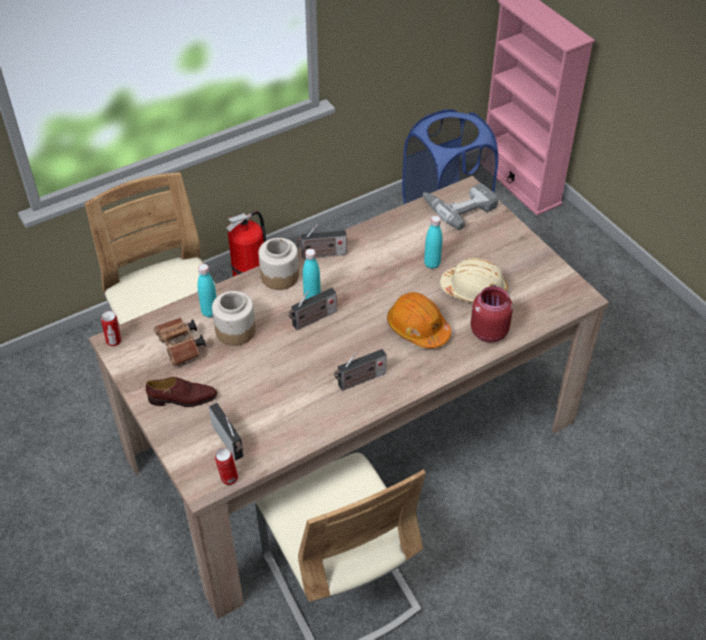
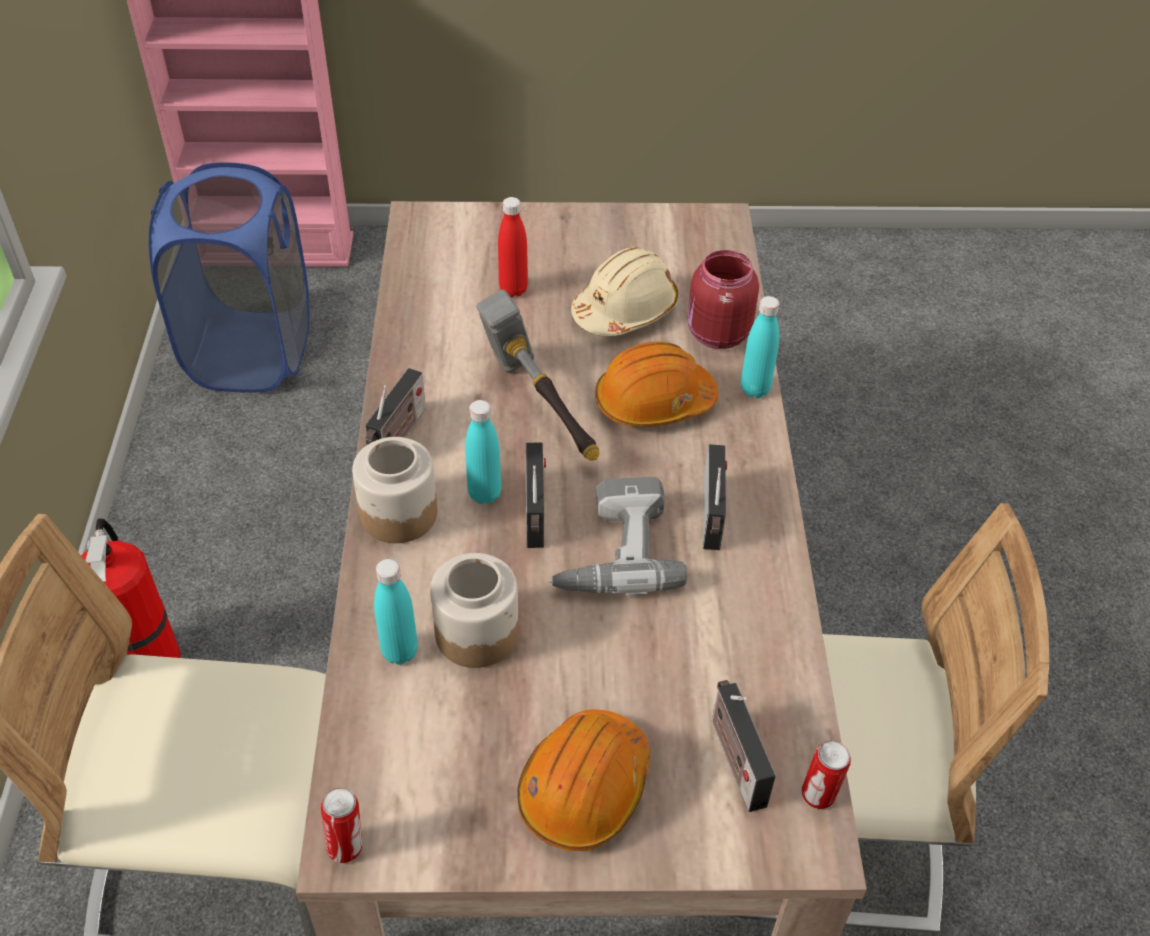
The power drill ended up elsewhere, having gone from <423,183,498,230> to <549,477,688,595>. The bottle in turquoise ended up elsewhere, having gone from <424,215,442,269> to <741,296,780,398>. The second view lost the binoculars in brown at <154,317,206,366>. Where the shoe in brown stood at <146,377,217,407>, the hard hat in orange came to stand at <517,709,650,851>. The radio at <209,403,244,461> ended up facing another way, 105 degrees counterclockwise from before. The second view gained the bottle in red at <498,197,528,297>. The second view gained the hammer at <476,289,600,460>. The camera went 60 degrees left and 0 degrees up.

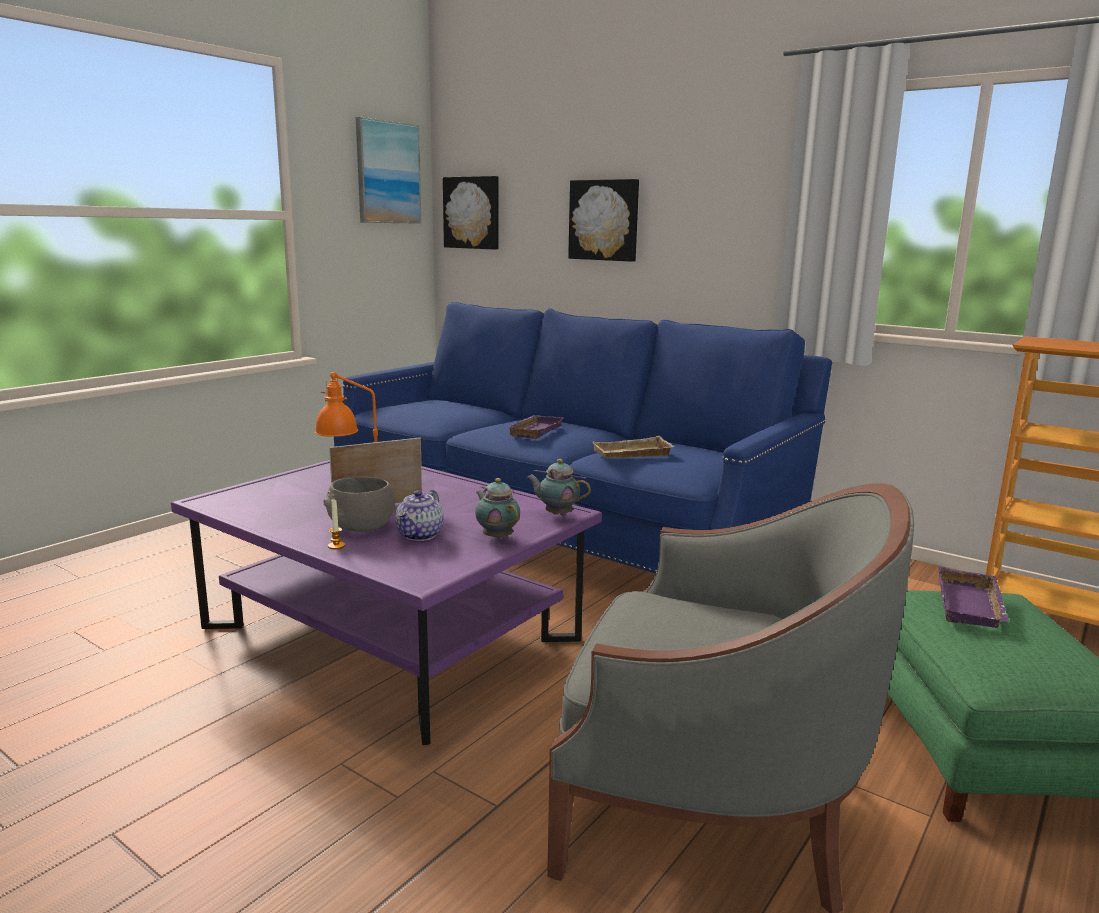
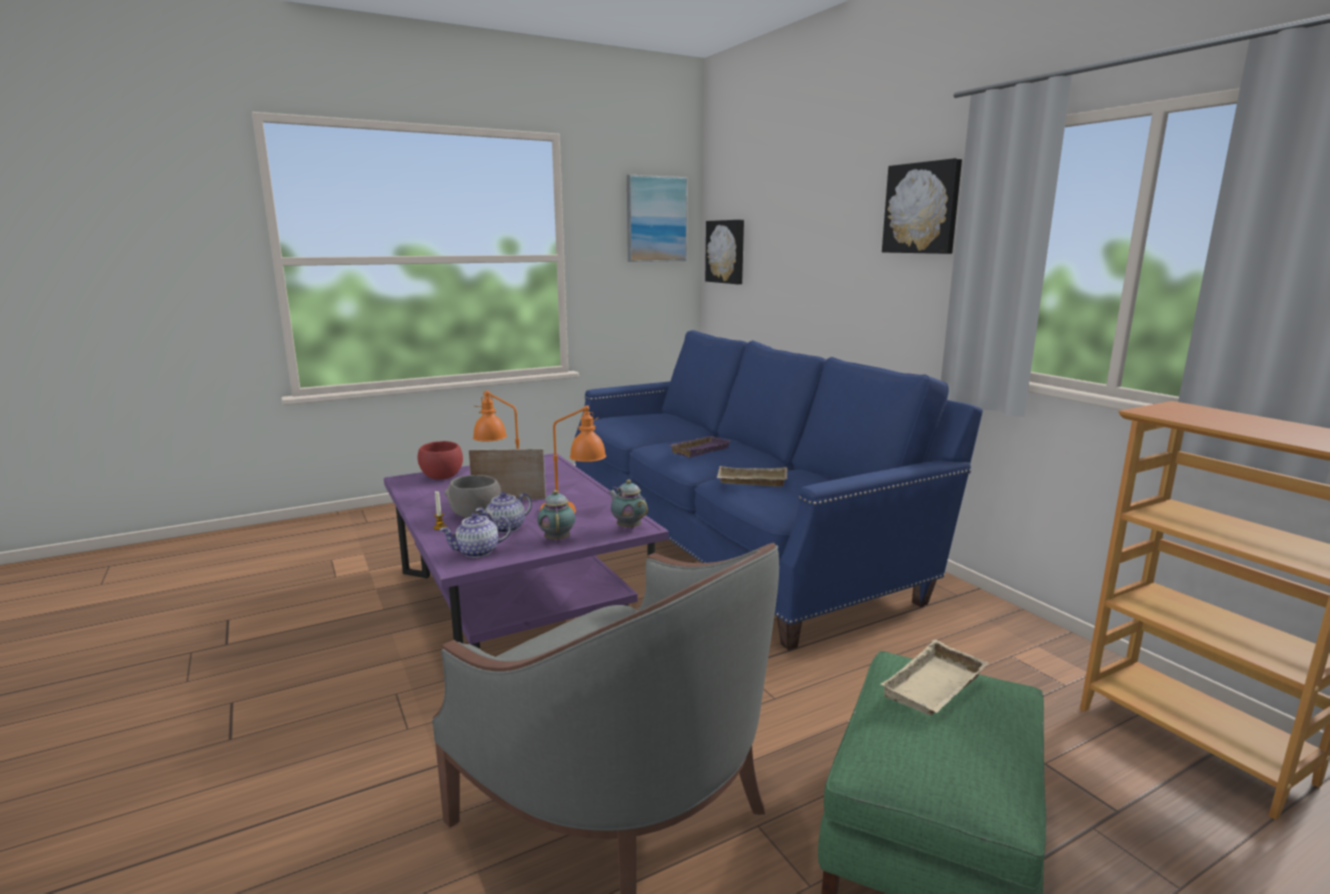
The picture ended up elsewhere, having gone from <568,179,639,262> to <882,158,962,254>. What was the tray in purple at <938,566,1009,628> turned into the tray in beige at <881,640,988,716>. The second view gained the table lamp in orange at <539,405,606,513>. The second view gained the bowl in red at <417,441,463,479>. The second view gained the teapot at <439,513,511,558>. The camera went 25 degrees right and 0 degrees up.

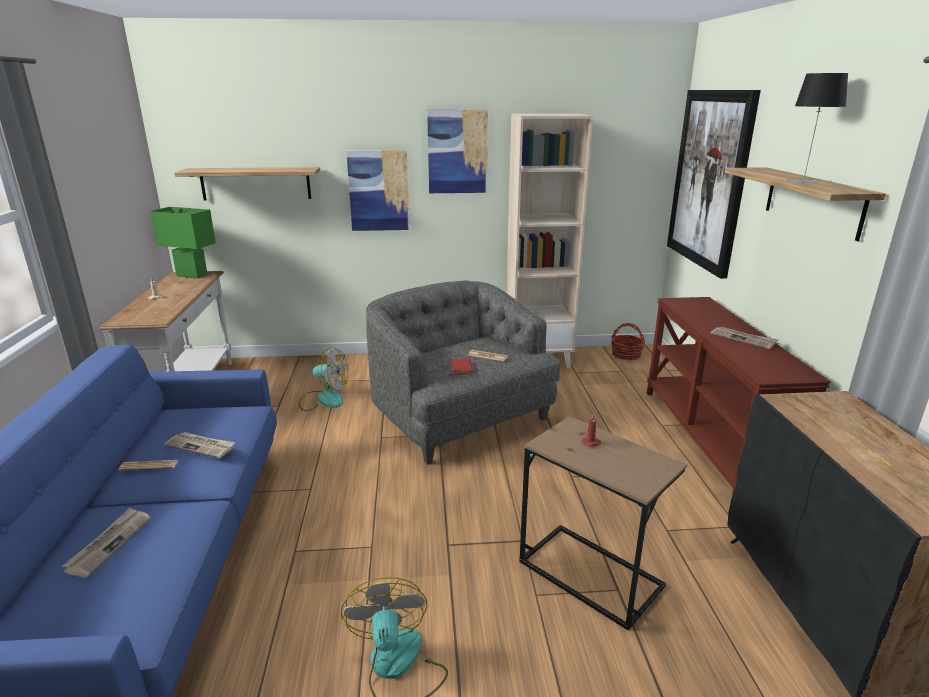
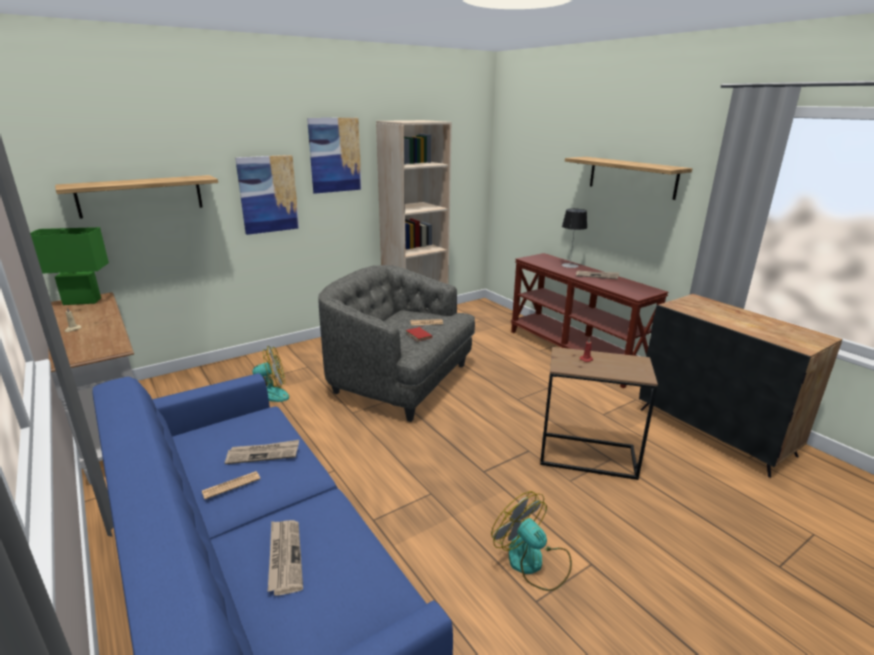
The table lamp ended up elsewhere, having gone from <787,73,848,183> to <562,209,587,268>. The second view lost the picture at <667,90,761,279>. The second view lost the basket at <611,323,645,360>. The camera went 30 degrees left and 0 degrees up.

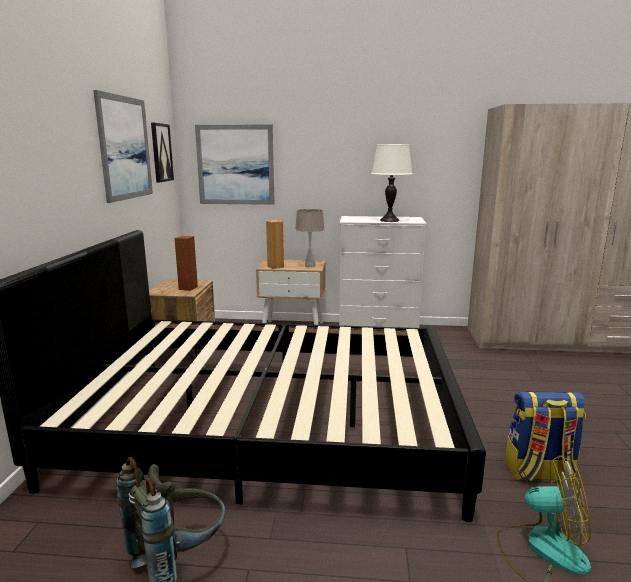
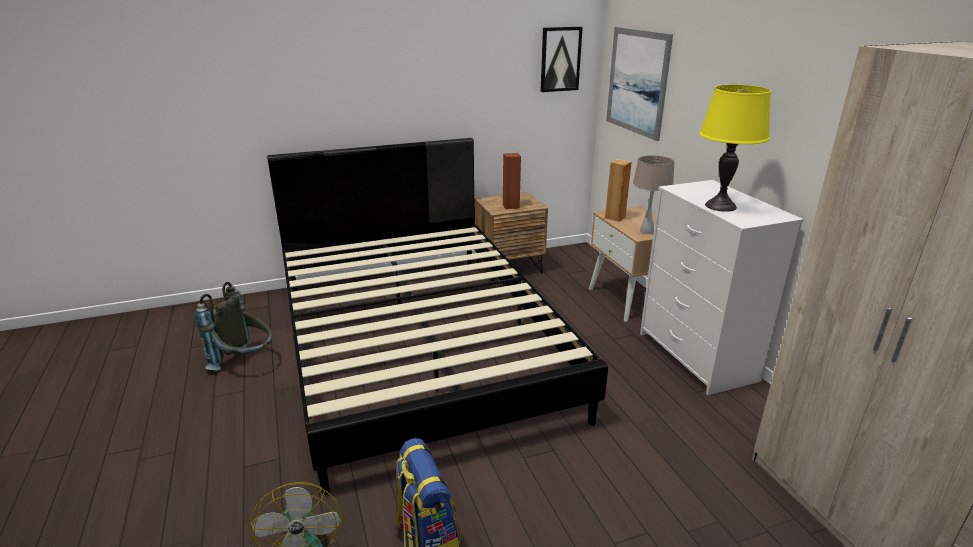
The second view lost the picture at <93,90,153,203>. What was the table lamp in white at <371,144,413,222> turned into the table lamp in yellow at <699,85,771,212>. The camera went 65 degrees right and 10 degrees up.

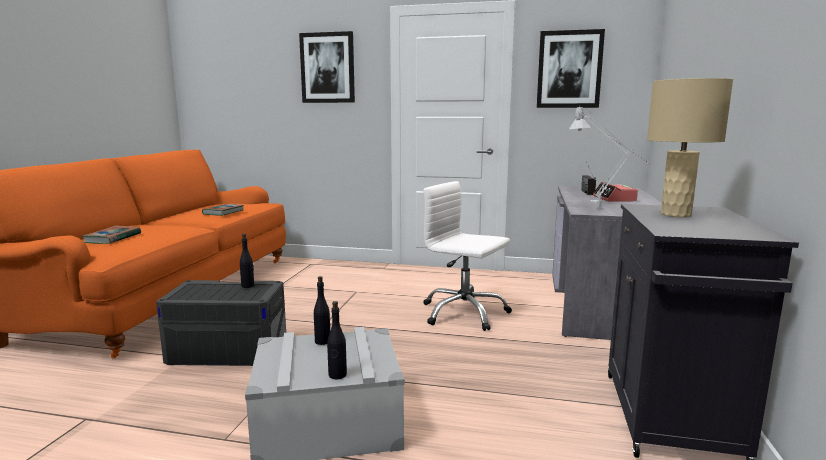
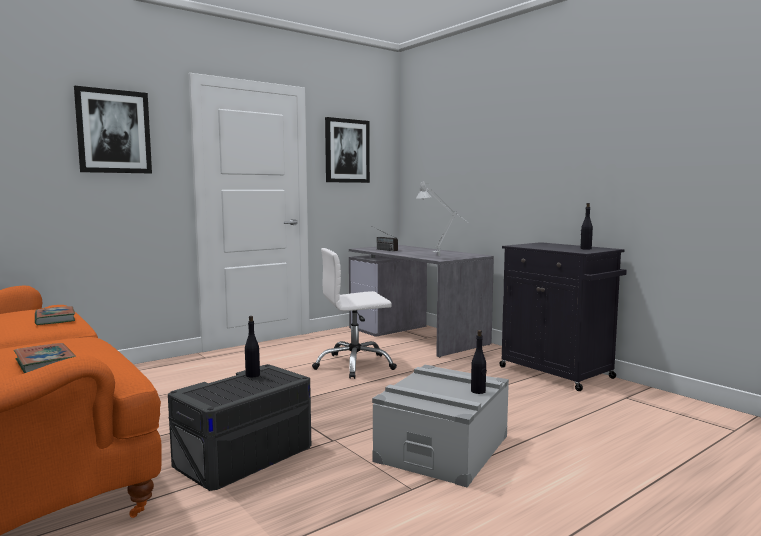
The second view lost the table lamp in beige at <647,78,733,218>. The second view lost the alarm clock at <593,182,638,202>. The bottle in black ended up elsewhere, having gone from <314,276,330,345> to <580,203,593,250>. The camera went 50 degrees left and 5 degrees down.

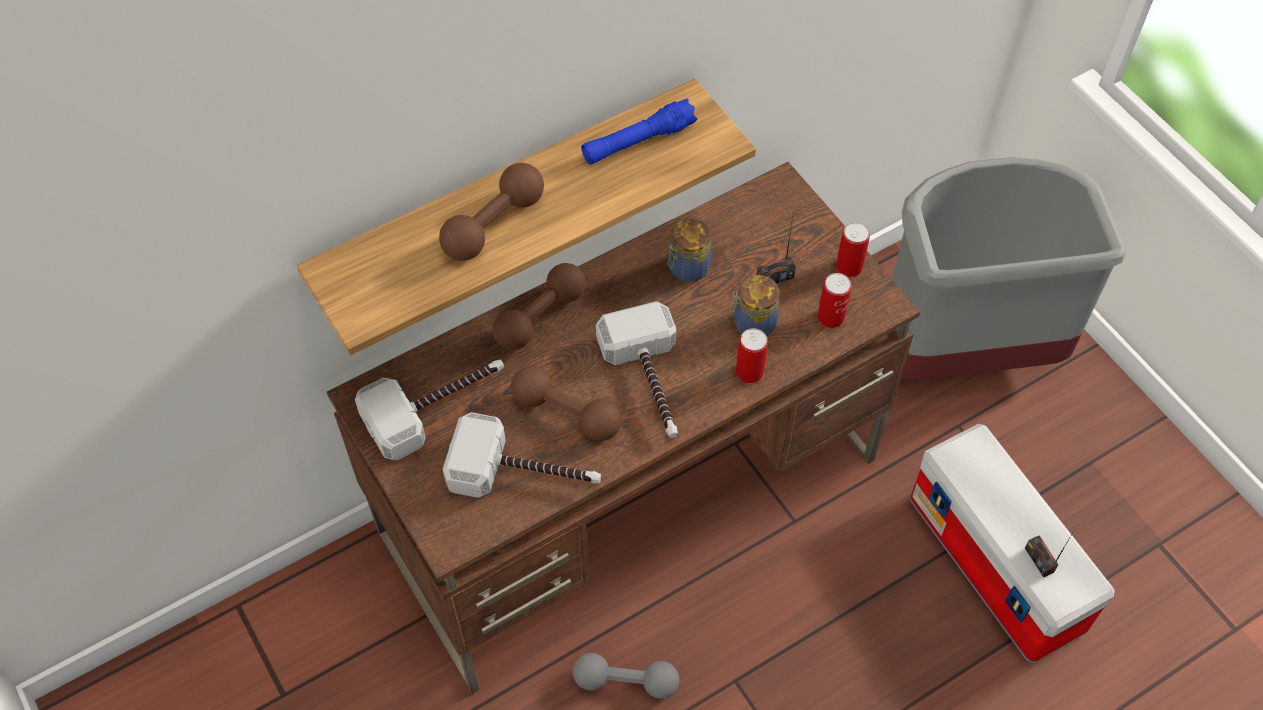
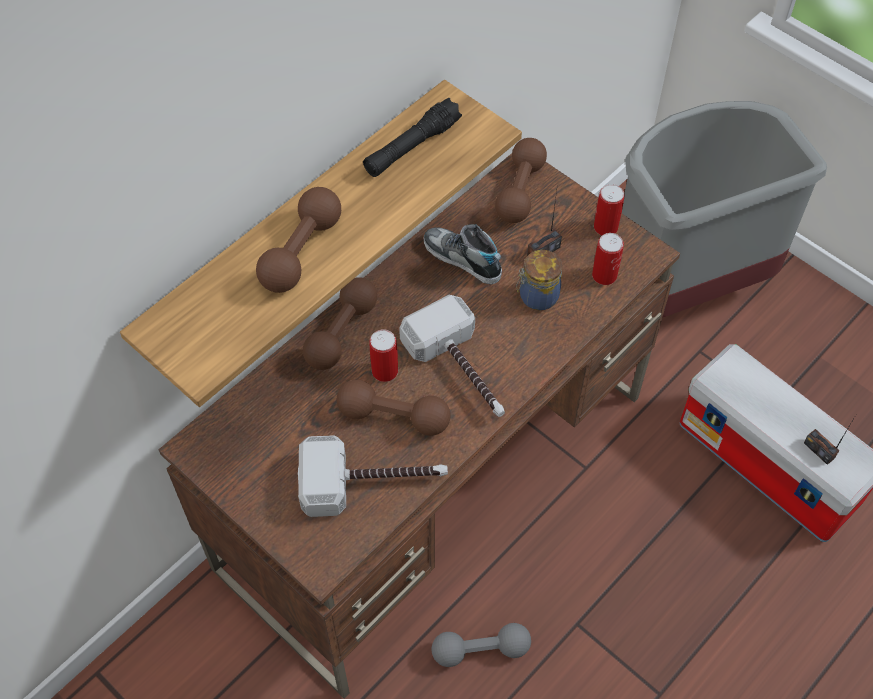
What was the flashlight in blue at <581,99,697,165> turned into the flashlight in black at <363,98,462,177>. Where the jar stood at <667,218,711,282>, the shoe came to stand at <424,224,502,284>. The can ended up elsewhere, having gone from <736,328,768,383> to <369,329,398,382>. The second view lost the hammer at <355,359,504,460>. The second view gained the dumbbell in brown at <495,138,547,223>. The camera went 15 degrees left and 0 degrees up.

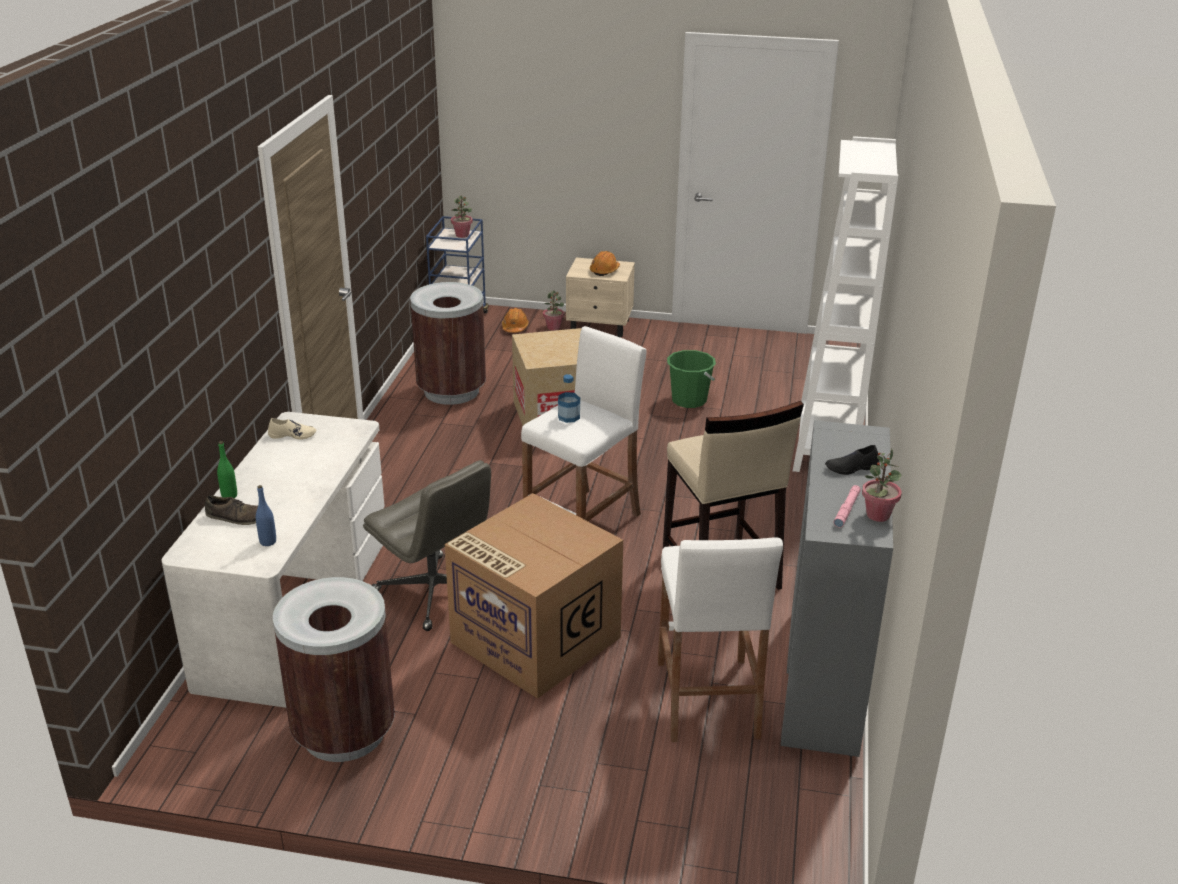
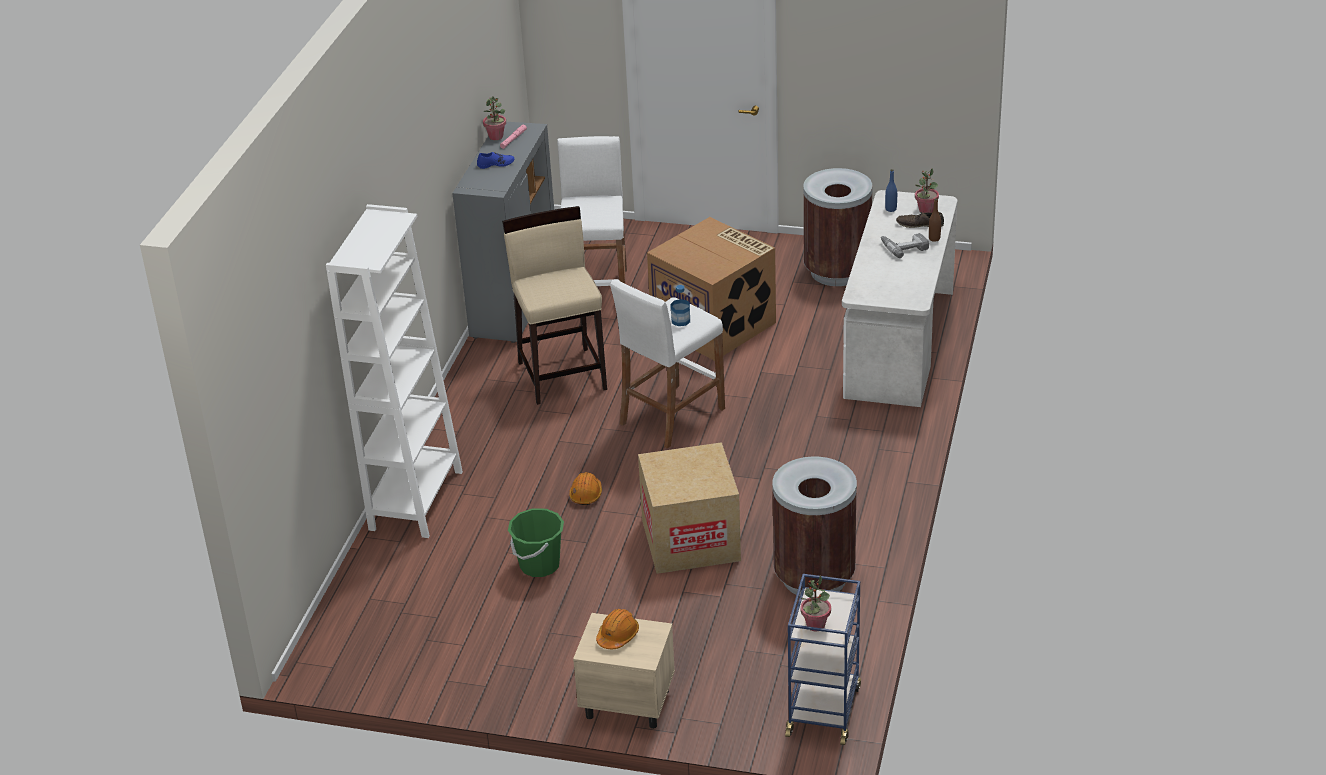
The potted plant ended up elsewhere, having gone from <543,290,564,331> to <915,169,939,213>. The hard hat in orange ended up elsewhere, having gone from <502,308,529,333> to <569,472,602,505>. The second view lost the shoe in beige at <268,418,316,440>. What was the bottle in green at <217,441,237,498> turned into the bottle in brown at <929,198,941,242>. What was the shoe in black at <825,445,879,475> turned into the shoe in blue at <477,152,515,169>. The second view lost the office chair in grey at <363,460,491,631>. The second view gained the power drill at <881,233,929,258>. The camera went 175 degrees left and 5 degrees up.

